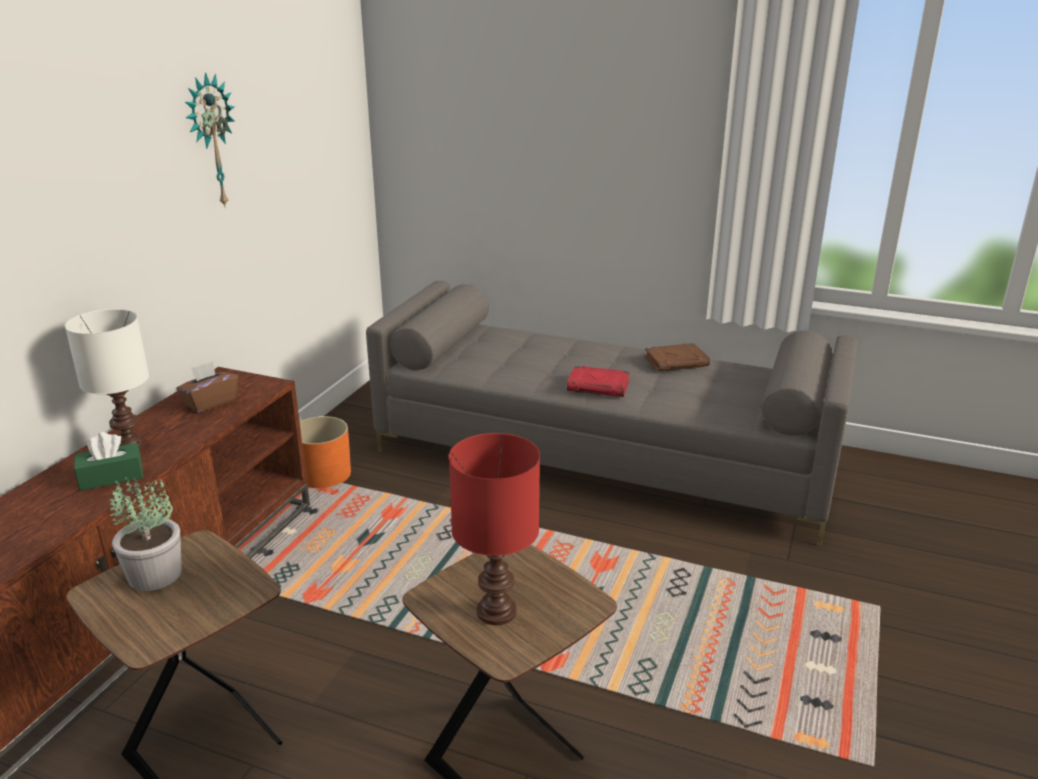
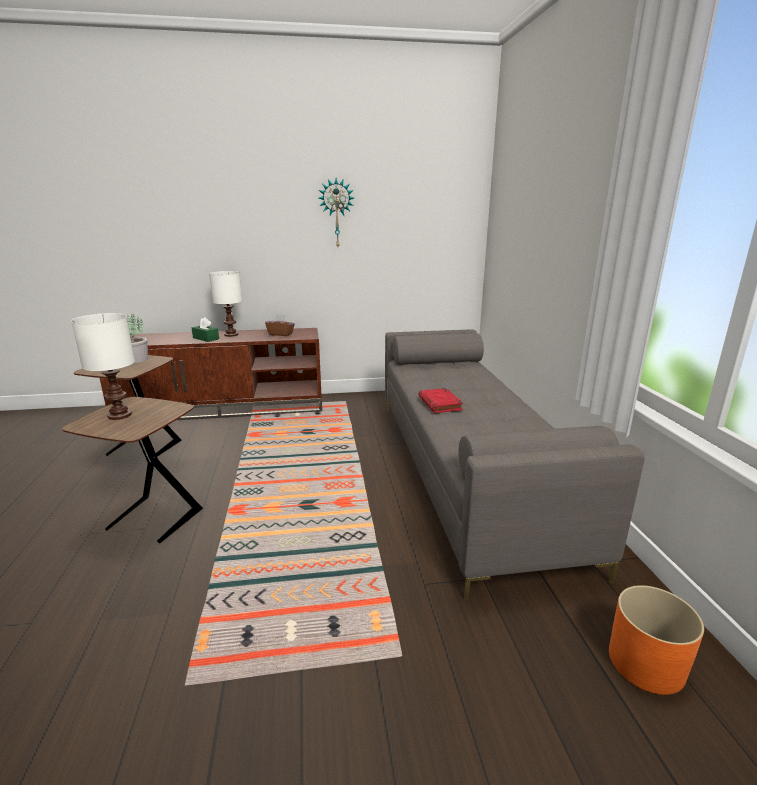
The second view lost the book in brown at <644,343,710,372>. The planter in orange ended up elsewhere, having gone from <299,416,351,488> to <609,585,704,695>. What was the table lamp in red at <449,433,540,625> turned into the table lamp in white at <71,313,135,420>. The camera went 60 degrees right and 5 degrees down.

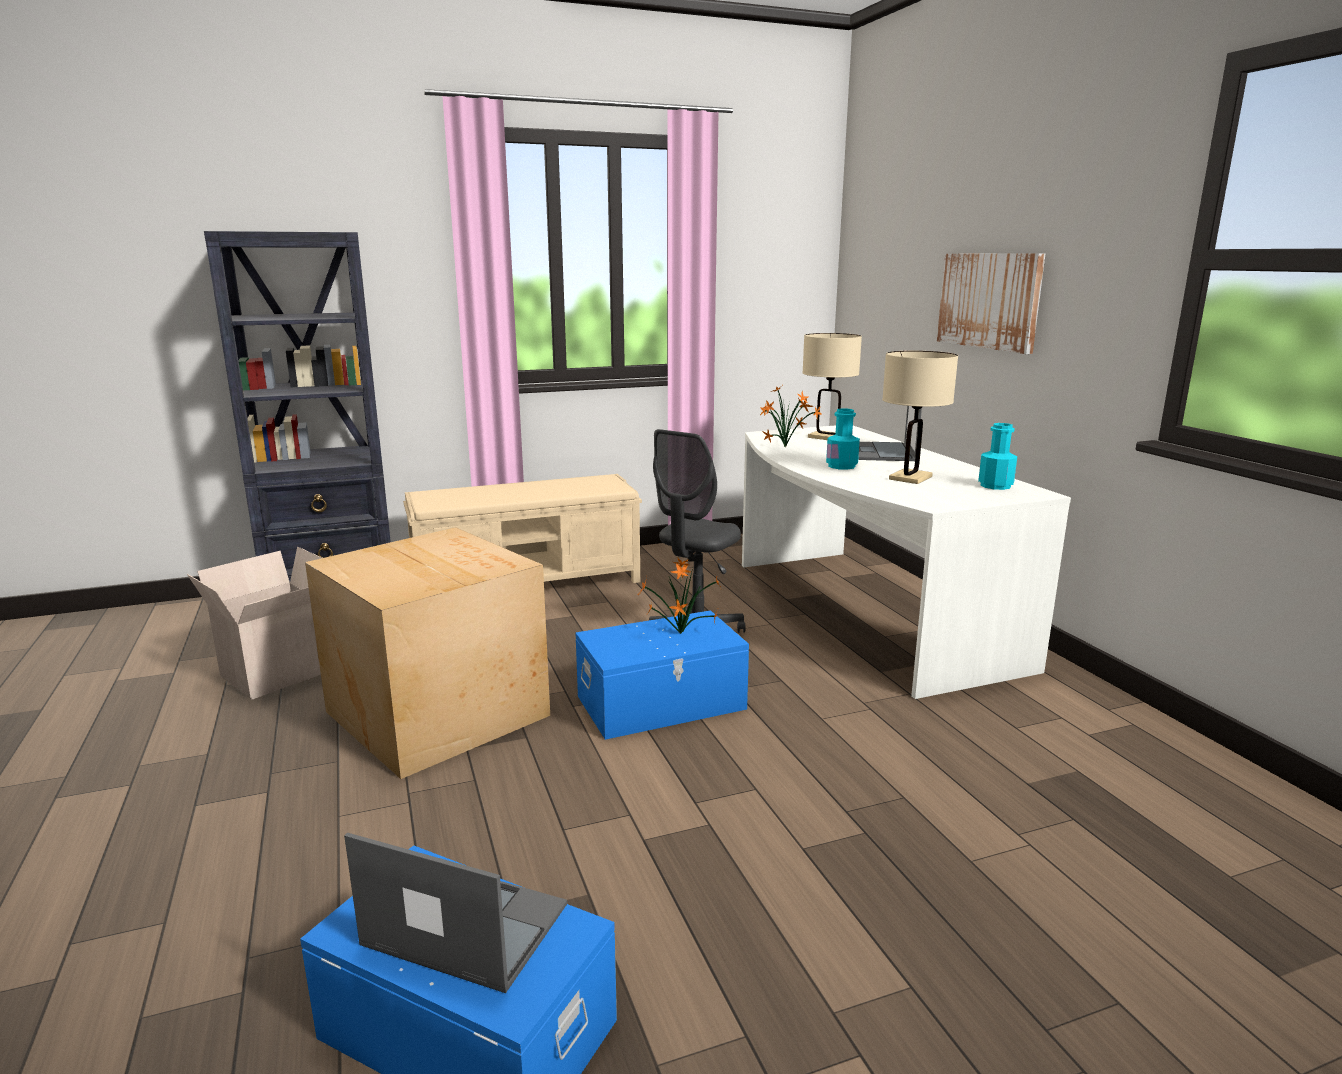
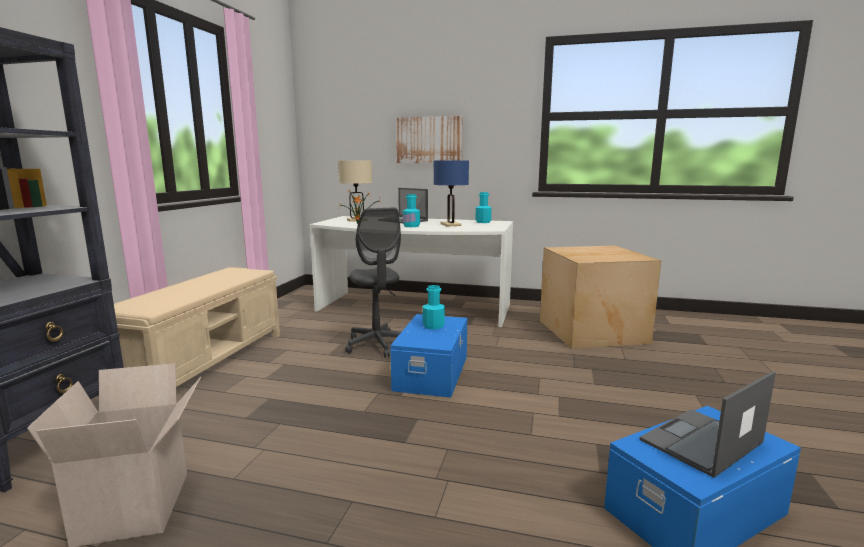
What was the table lamp in beige at <882,351,958,484> turned into the table lamp in blue at <434,160,469,227>. The cardboard box ended up elsewhere, having gone from <305,527,550,779> to <540,246,661,349>. Where the potted plant stood at <637,558,721,634>, the bottle in turquoise came to stand at <423,285,445,329>. The camera went 55 degrees left and 5 degrees down.

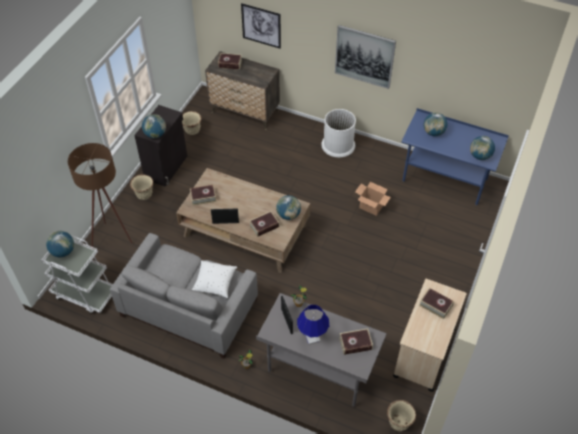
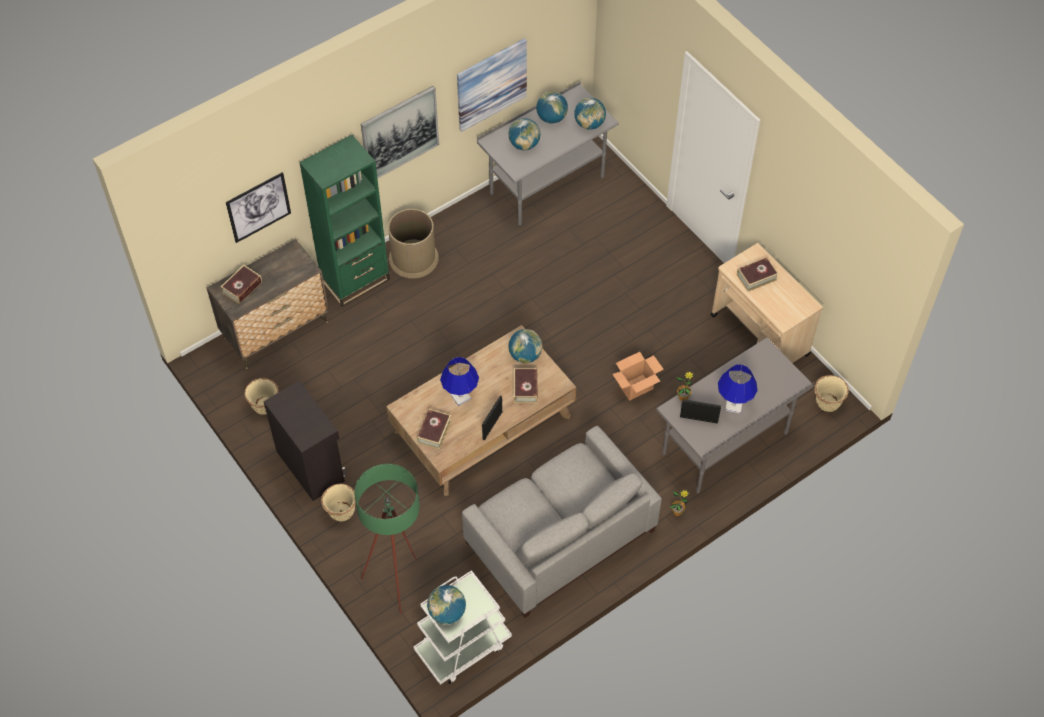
What was the desk in blue at <401,108,509,206> turned into the desk in grey at <477,81,619,226>. What was the trash can in white at <321,109,356,157> turned into the trash can in brown at <388,209,439,279>. The globe ended up elsewhere, having gone from <142,114,166,138> to <536,91,568,123>. What was the floor lamp in brown at <68,143,132,249> turned into the floor lamp in green at <354,464,420,614>. The cardboard box ended up elsewhere, having gone from <355,182,391,216> to <612,352,664,401>. The second view lost the pillow in white at <192,260,237,298>. The second view lost the book at <339,328,373,355>. The second view gained the picture at <457,38,527,132>. The second view gained the bookcase in green at <299,135,390,307>. The second view gained the table lamp in blue at <440,357,479,406>. The camera went 60 degrees left and 5 degrees up.

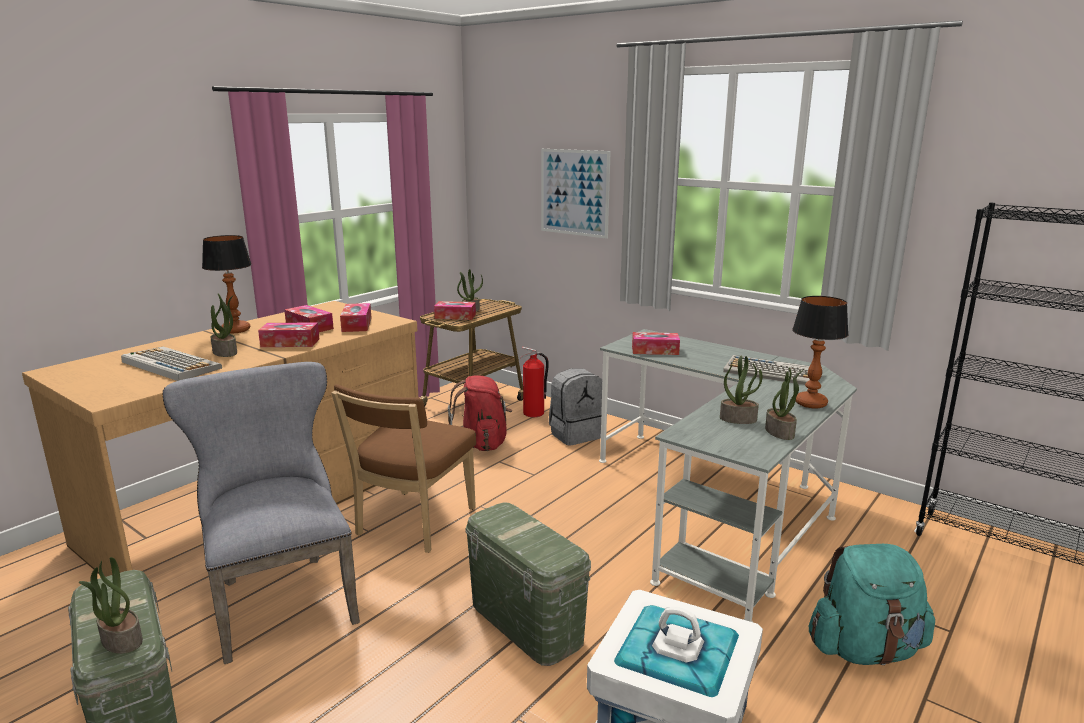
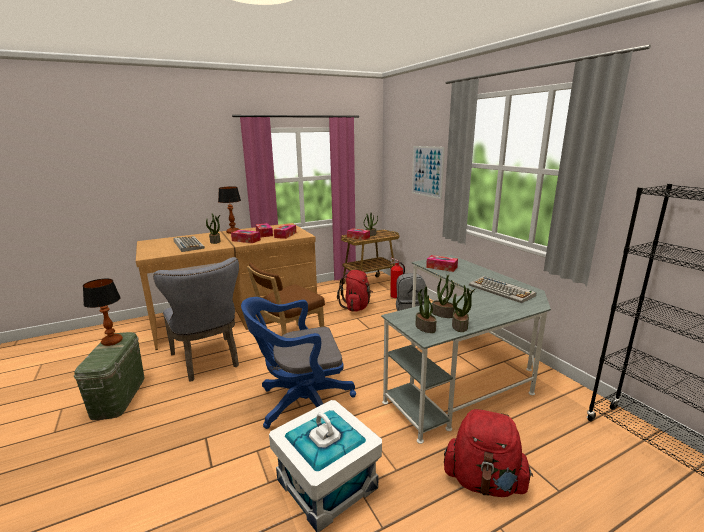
The table lamp ended up elsewhere, having gone from <792,296,849,408> to <83,279,123,346>. The chair in grey at <162,362,360,664> ended up facing another way, 150 degrees clockwise from before. Where the storage box in green stood at <466,502,591,666>, the office chair in blue came to stand at <241,297,356,429>. What was the backpack in turquoise at <809,544,935,665> turned into the backpack in red at <444,409,533,497>. The potted plant ended up elsewhere, having gone from <79,557,143,654> to <415,286,437,333>. The camera went 25 degrees right and 0 degrees up.

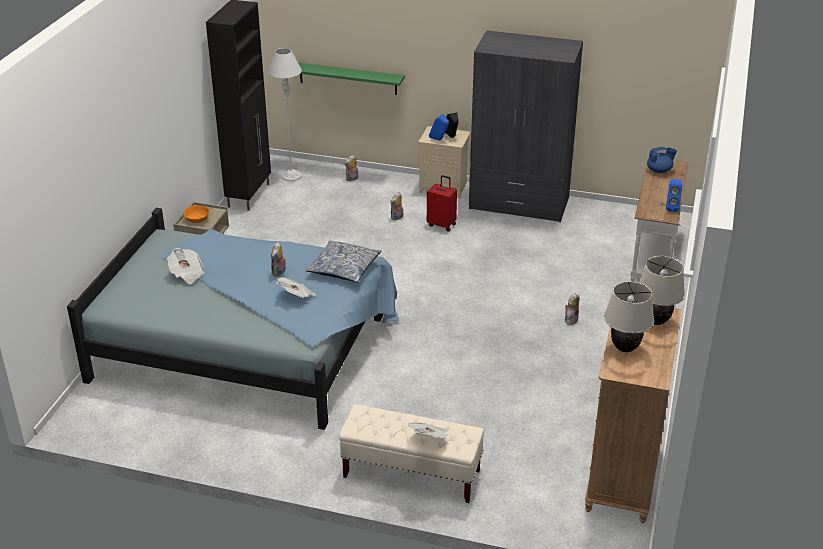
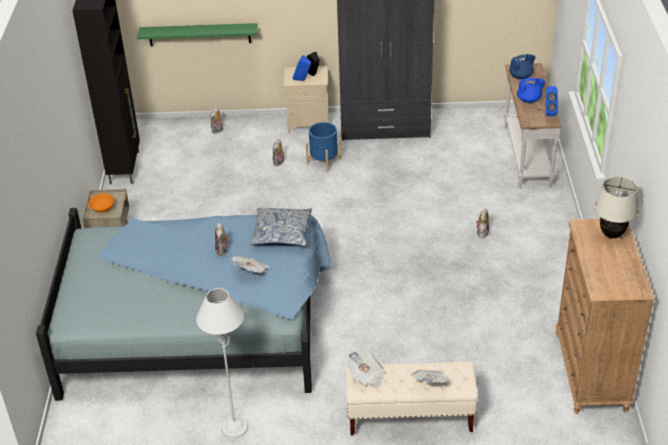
The floor lamp in grey ended up elsewhere, having gone from <267,48,302,181> to <196,288,248,438>. Where the suitcase in red stood at <427,175,457,232>, the planter in blue came to stand at <306,122,342,172>. The newspaper ended up elsewhere, having gone from <167,248,205,284> to <347,350,386,389>. The second view lost the table lamp in beige at <604,281,654,352>. The second view gained the teapot in blue at <517,78,545,103>. The camera went 15 degrees left and 5 degrees up.

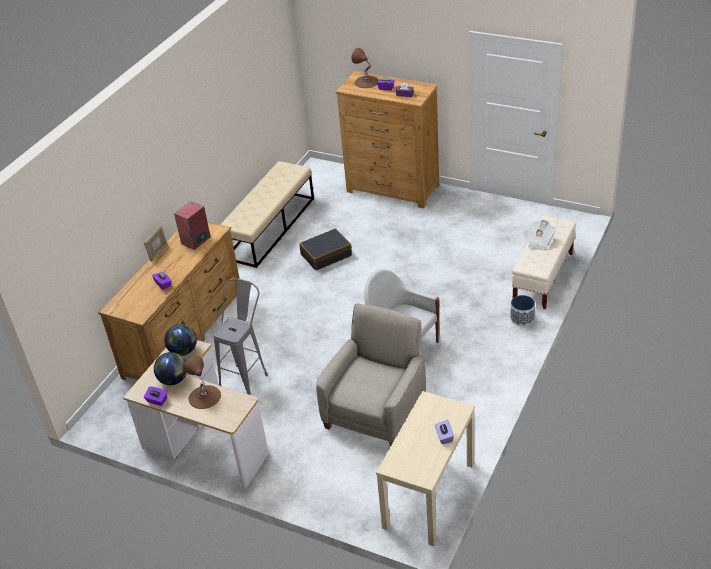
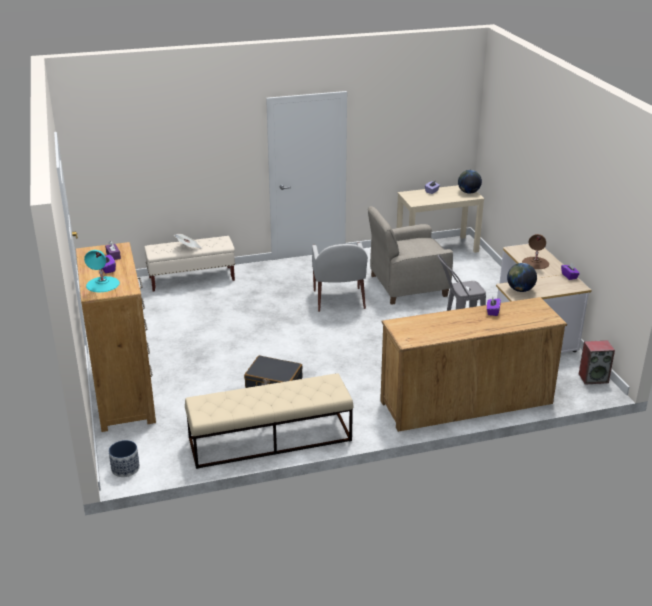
What was the table lamp in brown at <352,48,379,88> turned into the table lamp in turquoise at <84,250,120,292>. The speaker ended up elsewhere, having gone from <174,201,211,250> to <579,340,615,385>. The second view lost the picture frame at <144,226,168,262>. The planter ended up elsewhere, having gone from <510,295,535,326> to <109,440,140,477>. The globe ended up elsewhere, having gone from <154,352,187,385> to <458,170,482,194>. The camera went 135 degrees left and 10 degrees down.

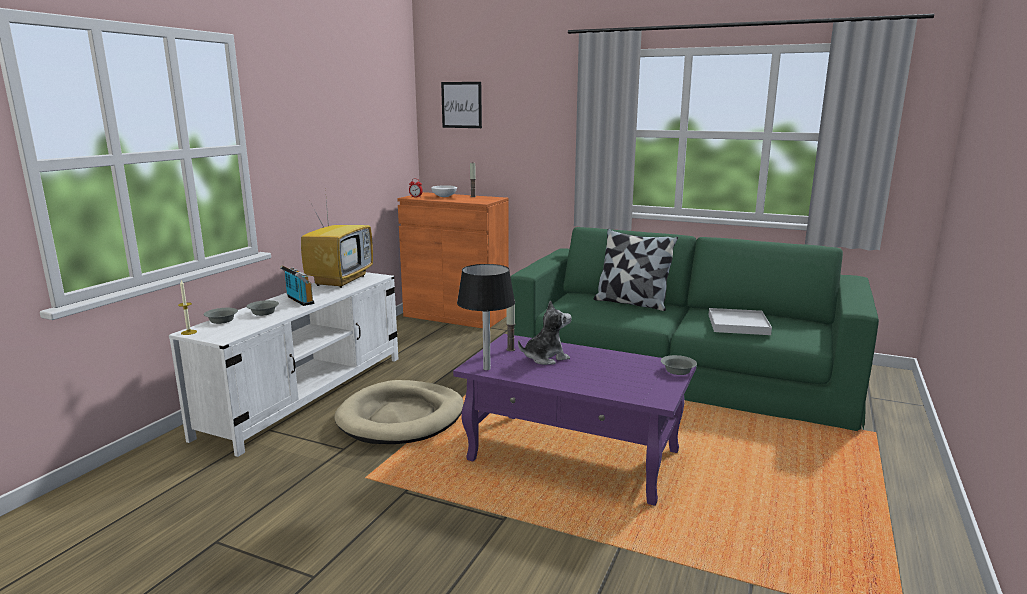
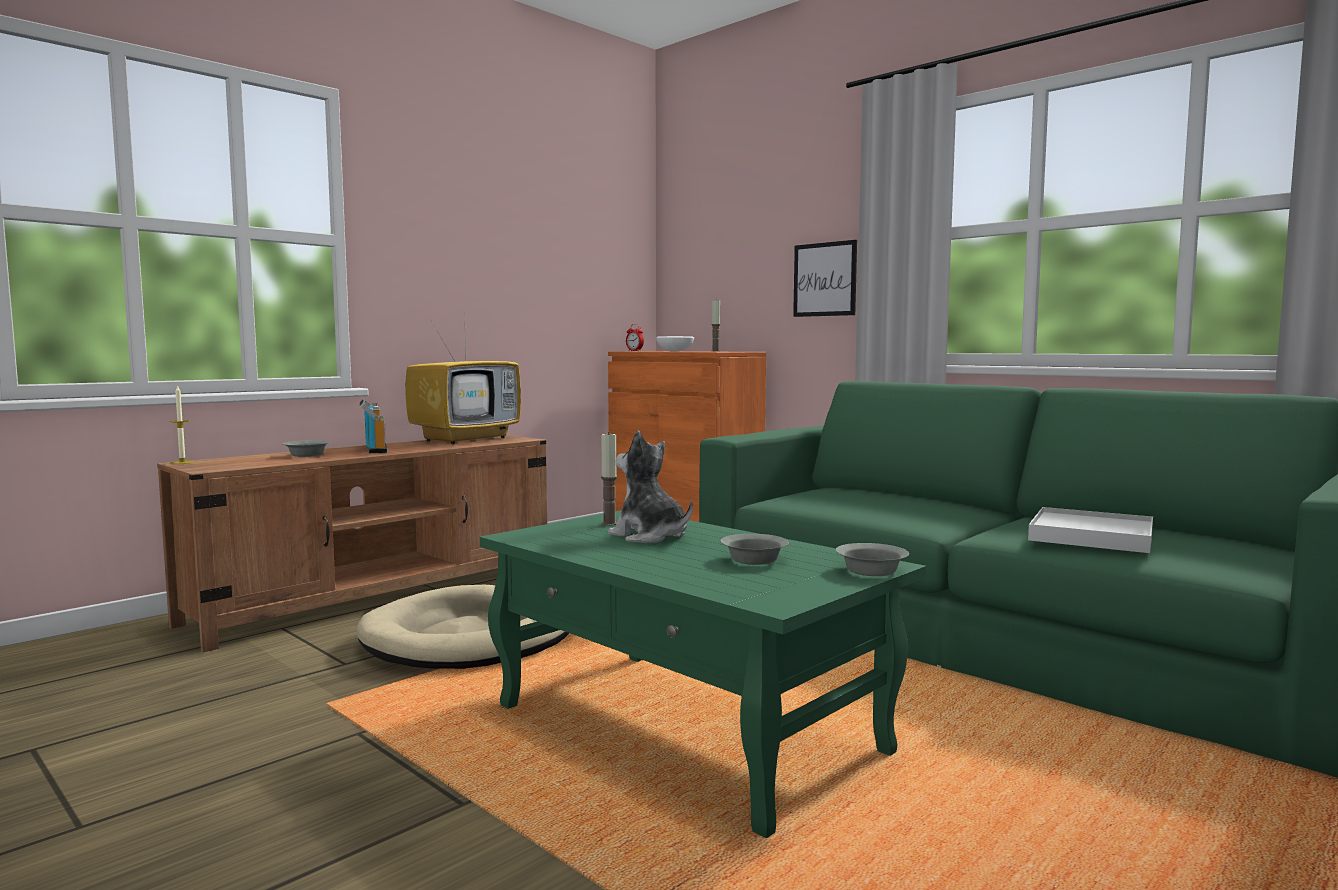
The picture ended up elsewhere, having gone from <441,82,482,128> to <793,240,857,317>. The second view lost the pillow at <594,229,678,311>. The second view lost the table lamp in black at <457,264,515,370>. What was the tv stand in white at <169,272,398,457> turned into the tv stand in brown at <157,435,547,652>. The plush toy at <518,300,572,365> ended up facing another way, 135 degrees counterclockwise from before. The bowl in grey ended up elsewhere, having gone from <204,308,238,324> to <720,534,789,565>. What was the coffee table in purple at <453,334,696,506> turned into the coffee table in green at <480,510,926,838>. The camera went 20 degrees right and 10 degrees down.

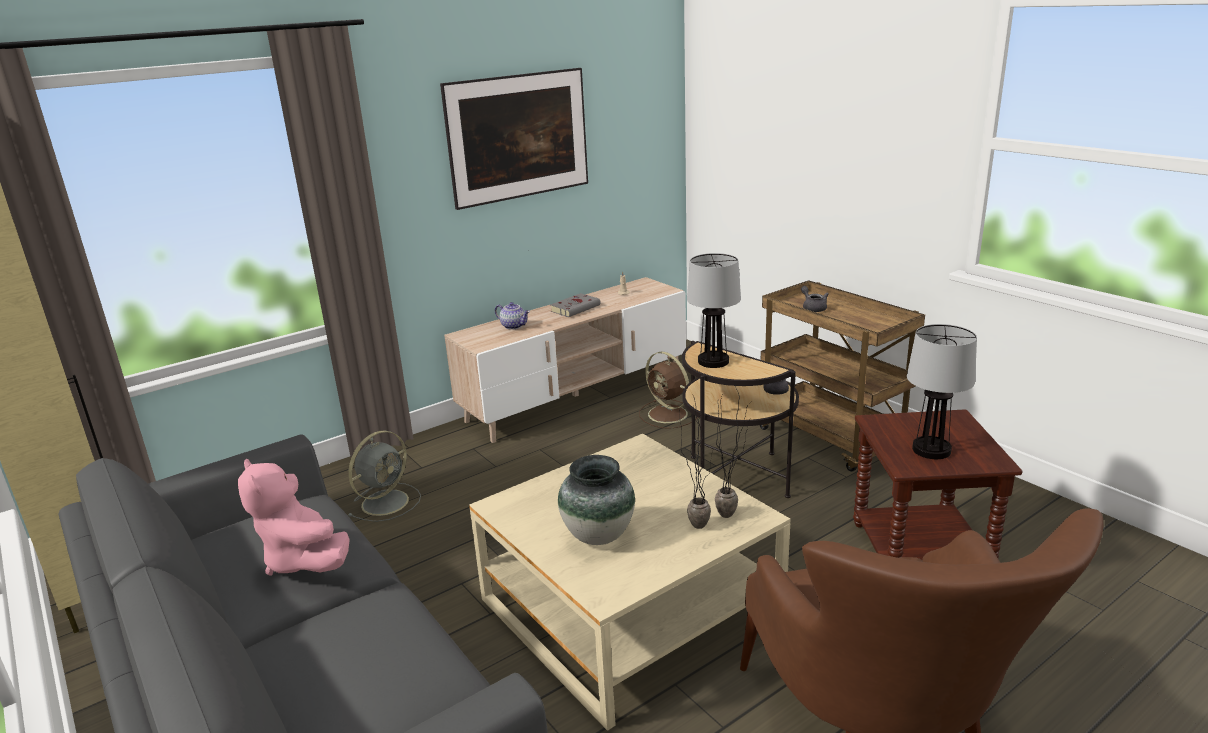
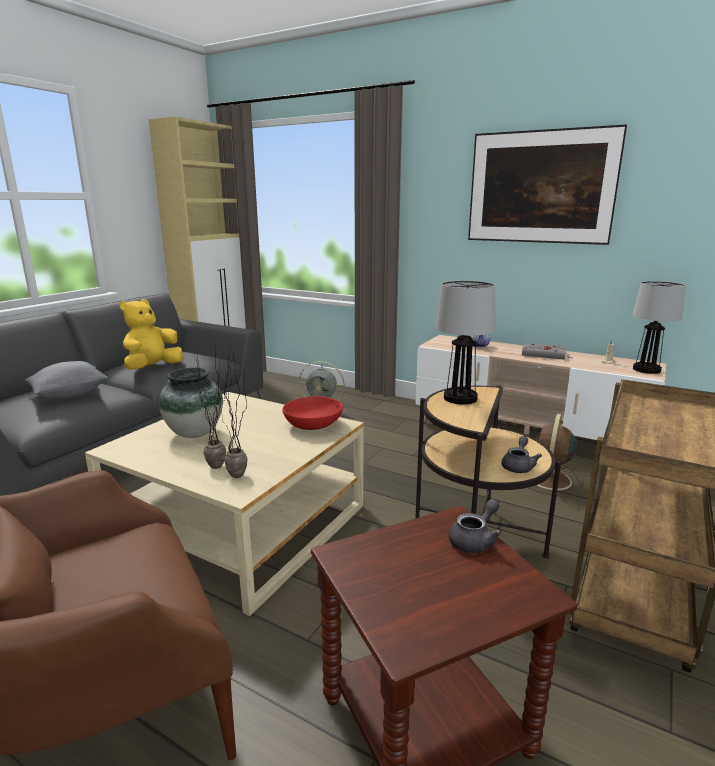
The teapot in grey ended up elsewhere, having gone from <801,286,829,312> to <449,499,502,553>. The table lamp ended up elsewhere, having gone from <907,324,977,459> to <633,281,686,374>. What was the plush toy in pink at <238,458,350,576> turned into the plush toy in yellow at <119,299,183,370>. The second view gained the pillow in grey at <25,361,108,399>. The second view gained the bowl in red at <282,396,343,430>. The camera went 65 degrees right and 5 degrees down.

